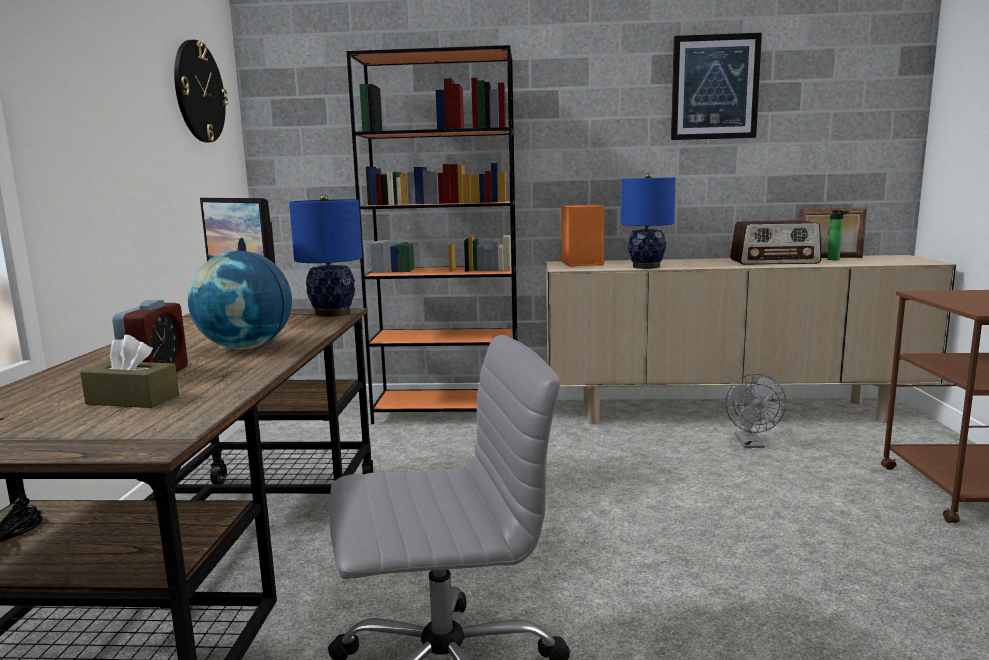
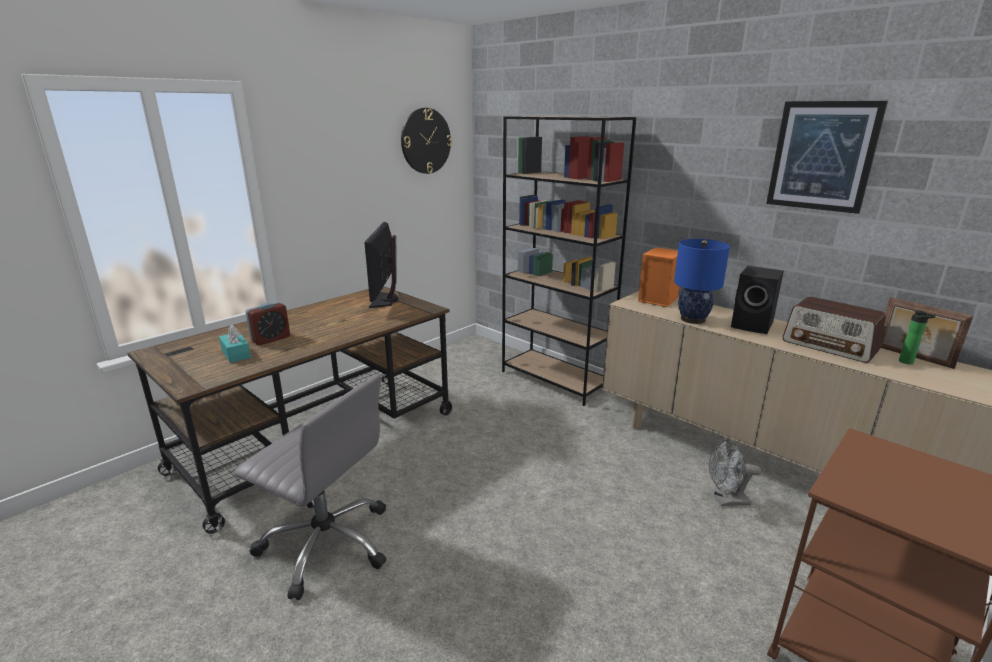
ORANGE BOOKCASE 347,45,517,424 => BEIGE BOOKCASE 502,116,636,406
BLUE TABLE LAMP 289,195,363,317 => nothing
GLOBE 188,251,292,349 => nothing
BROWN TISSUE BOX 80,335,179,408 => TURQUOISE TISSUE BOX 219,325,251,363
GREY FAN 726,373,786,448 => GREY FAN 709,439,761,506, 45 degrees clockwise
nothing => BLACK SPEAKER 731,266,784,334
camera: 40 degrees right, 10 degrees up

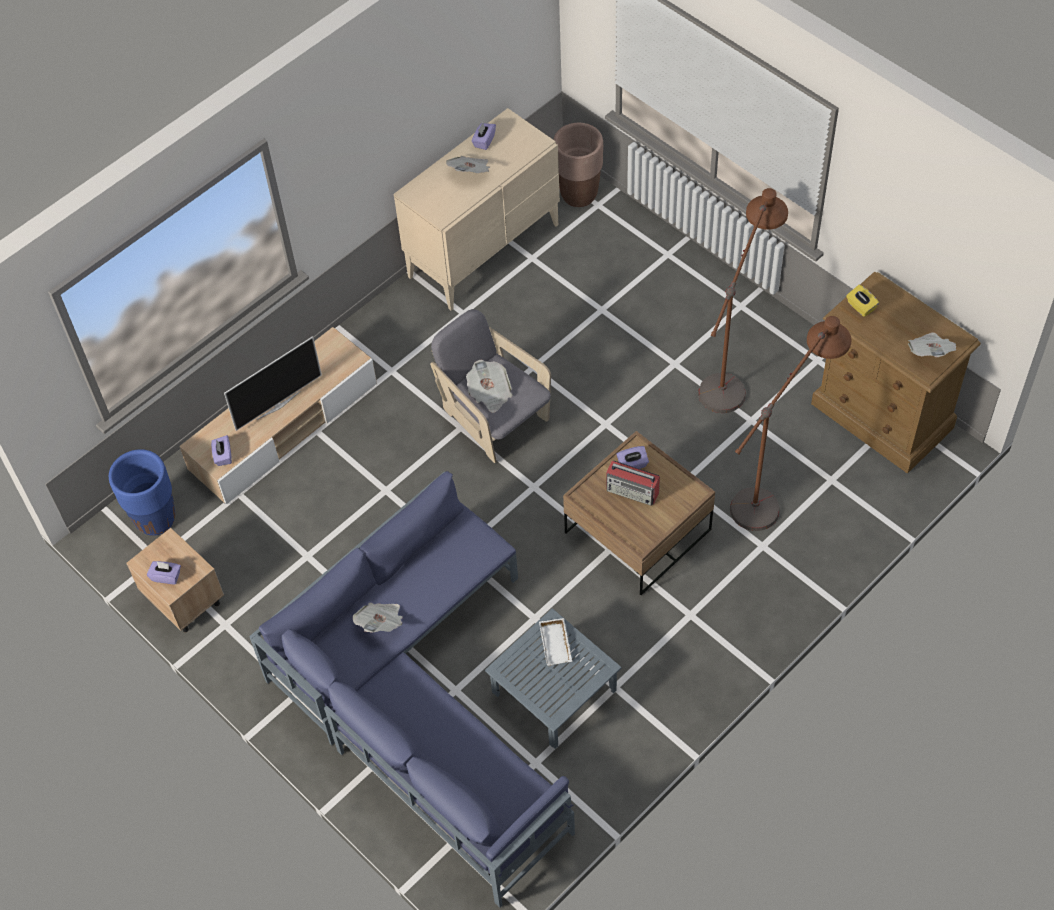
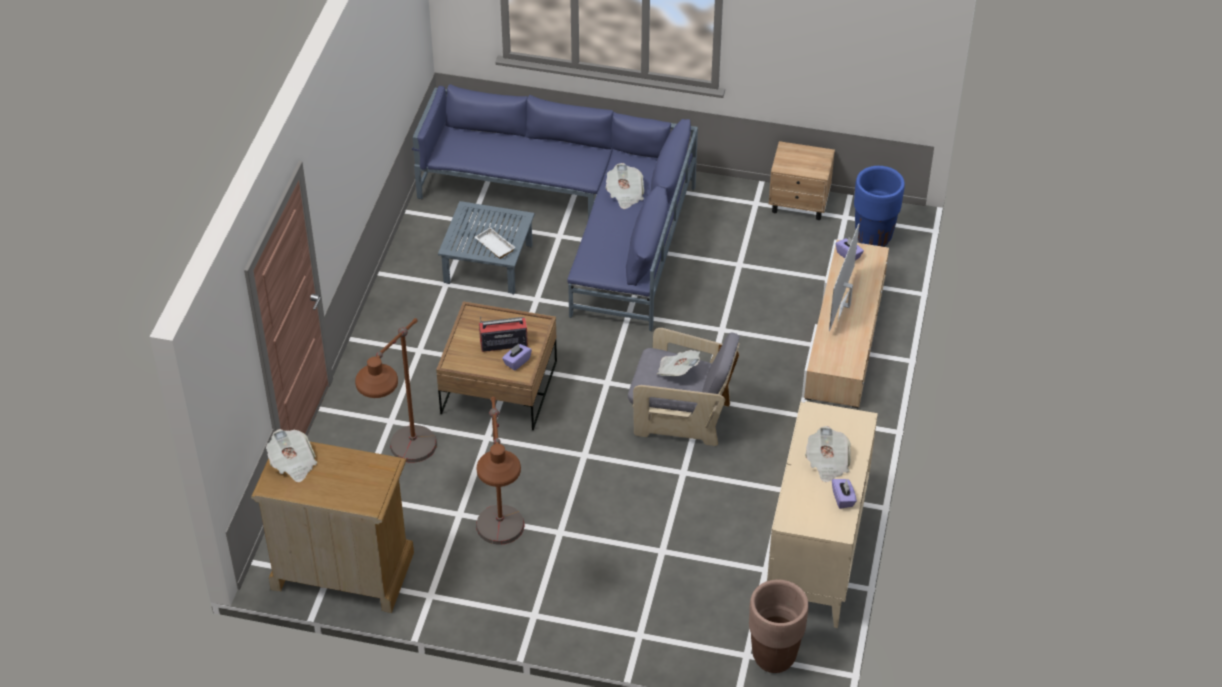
YELLOW TISSUE BOX 846,285,879,317 => nothing
PURPLE TISSUE BOX 147,561,181,584 => nothing
camera: 145 degrees right, 10 degrees down

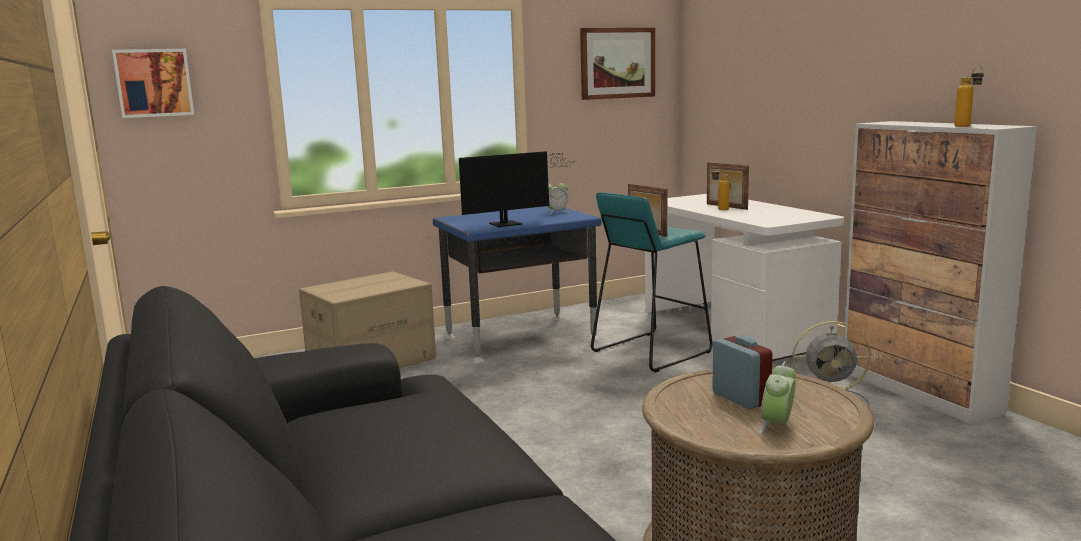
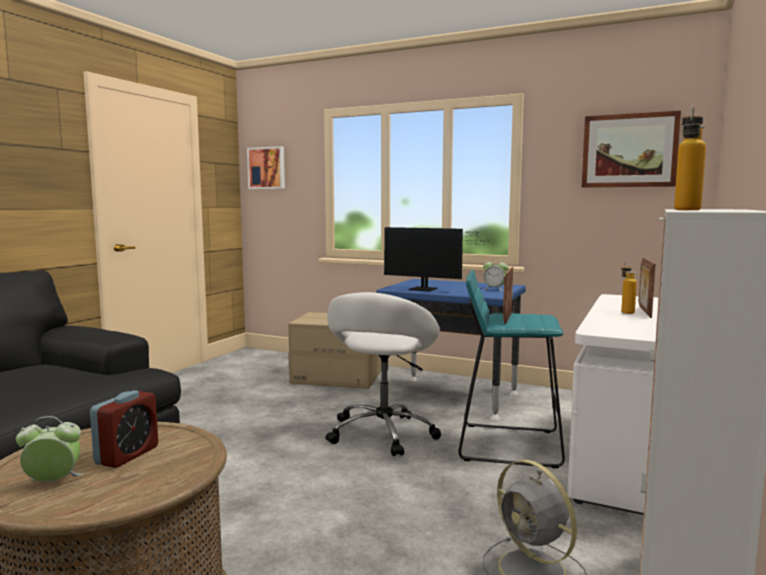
nothing => WHITE OFFICE CHAIR 325,292,441,456
camera: 50 degrees right, 5 degrees down

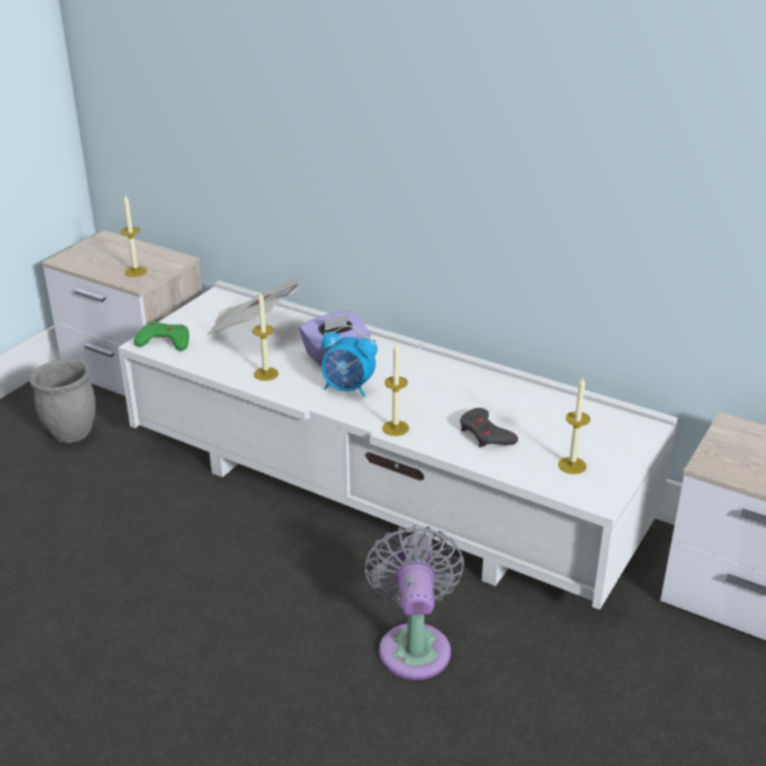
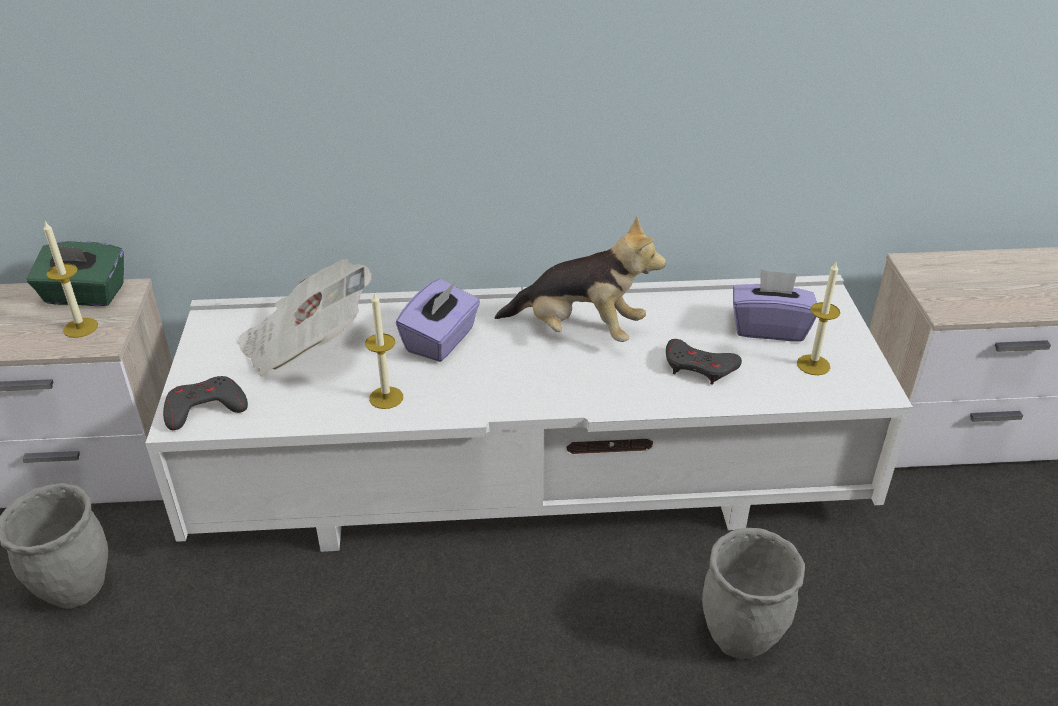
GREEN GAME CONTROLLER 134,321,189,351 => GREY GAME CONTROLLER 163,376,248,430
ALARM CLOCK 321,325,377,397 => nothing
CANDLE 382,341,409,436 => nothing
GREY FAN 365,525,464,680 => GREY PLANTER 702,528,805,659
nothing => PLUSH TOY 495,216,666,342
nothing => GREEN TISSUE BOX 27,241,124,306
nothing => PURPLE TISSUE BOX 733,269,817,342
camera: 35 degrees left, 5 degrees up

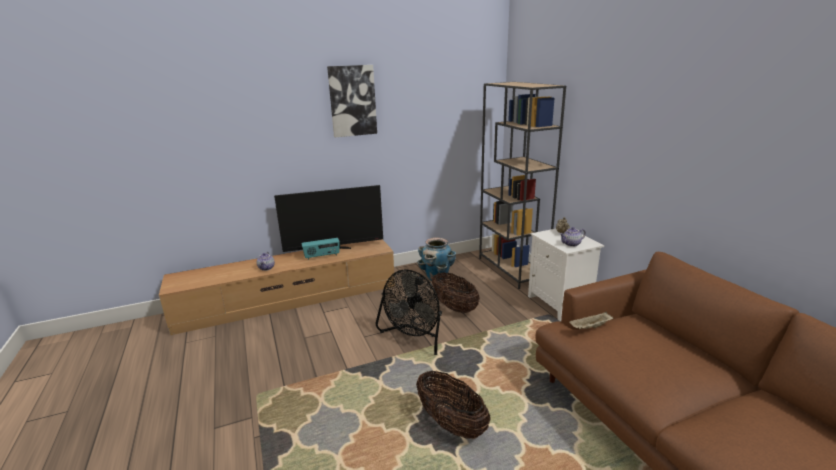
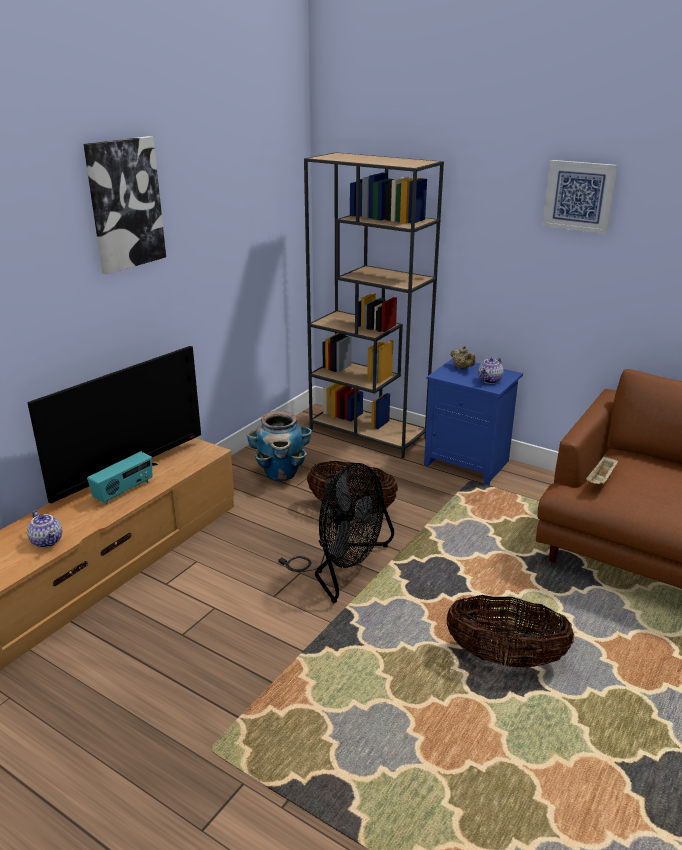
WHITE NIGHTSTAND 528,229,604,321 => BLUE NIGHTSTAND 424,358,523,485
BLACK FAN 376,270,442,355 => BLACK FAN 278,463,394,604, 60 degrees counterclockwise
nothing => PICTURE 543,160,618,234
camera: 35 degrees left, 5 degrees up

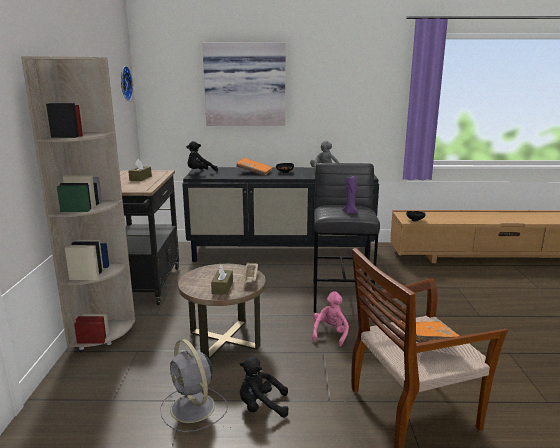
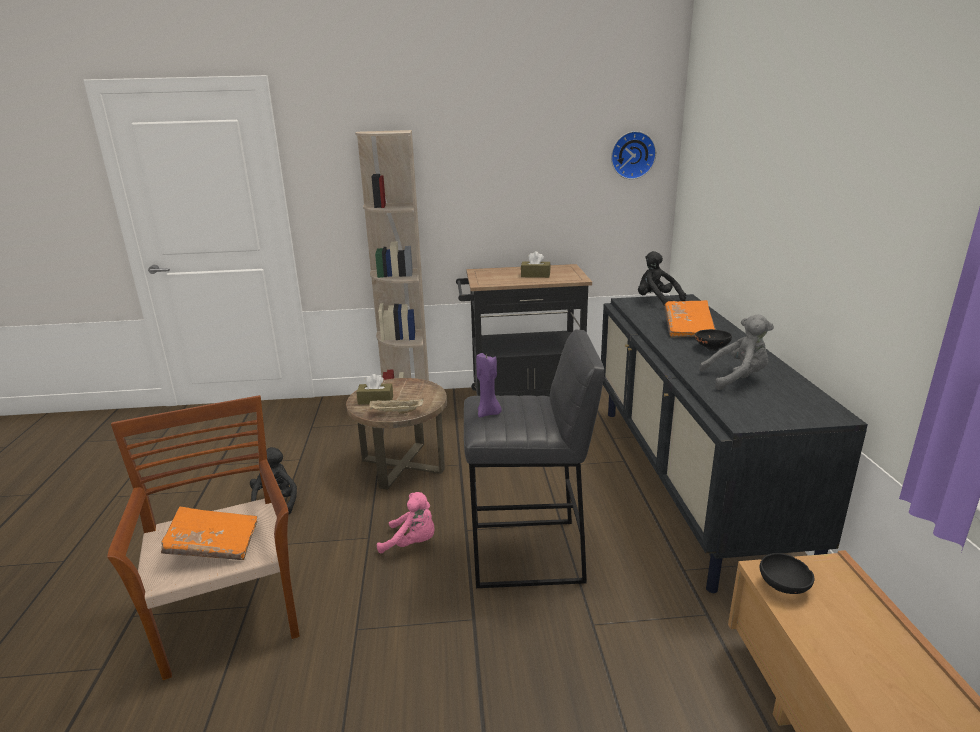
PICTURE 203,43,285,126 => nothing
GREY FAN 160,339,228,432 => nothing
camera: 85 degrees right, 5 degrees up

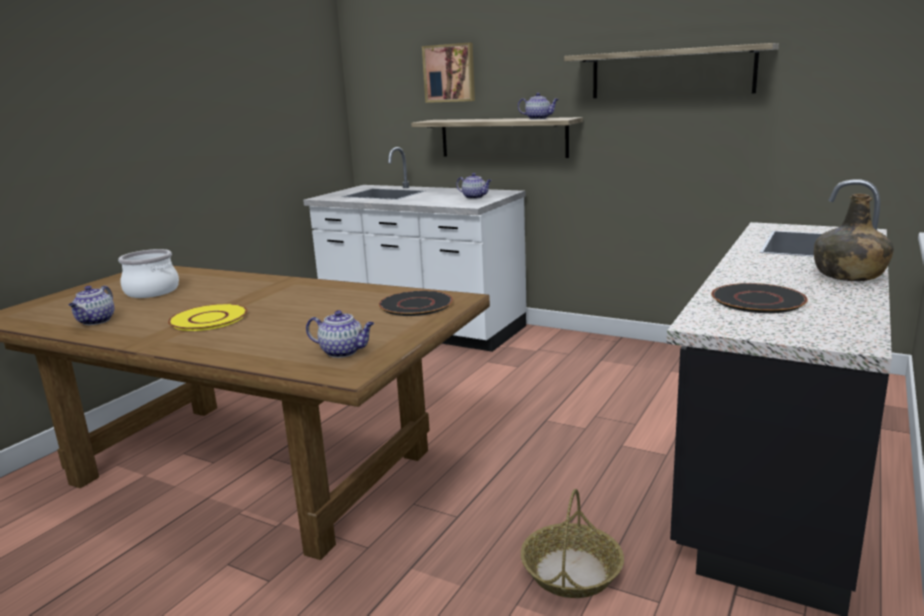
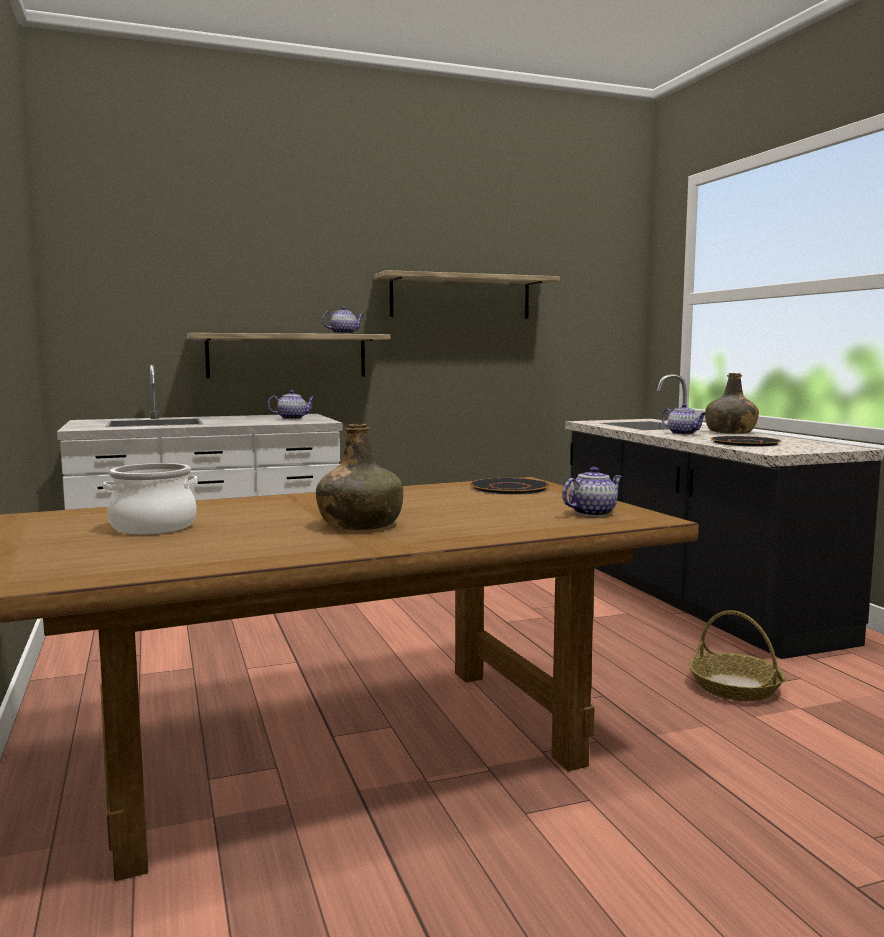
PICTURE 422,43,475,103 => nothing
TEAPOT 68,286,114,325 => TEAPOT 661,404,707,435, moved
YELLOW PLATE 168,304,247,331 => GREEN BOTTLE 316,424,403,530
camera: 50 degrees left, 10 degrees down

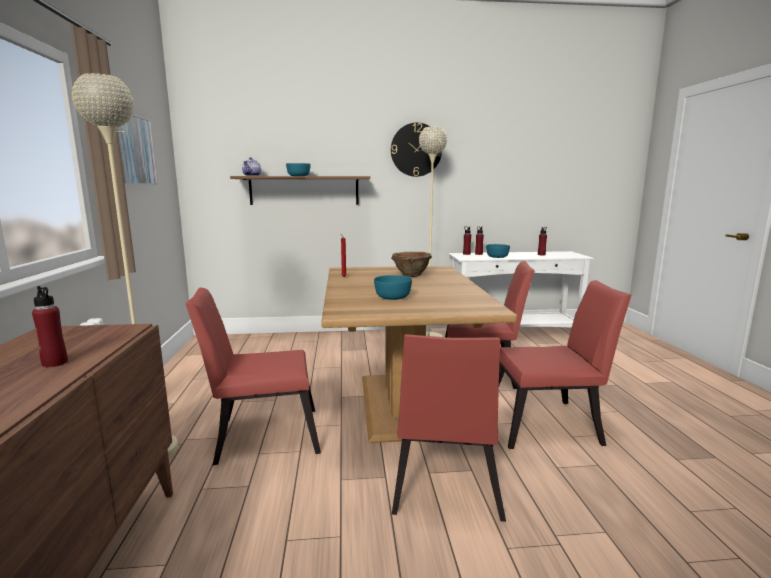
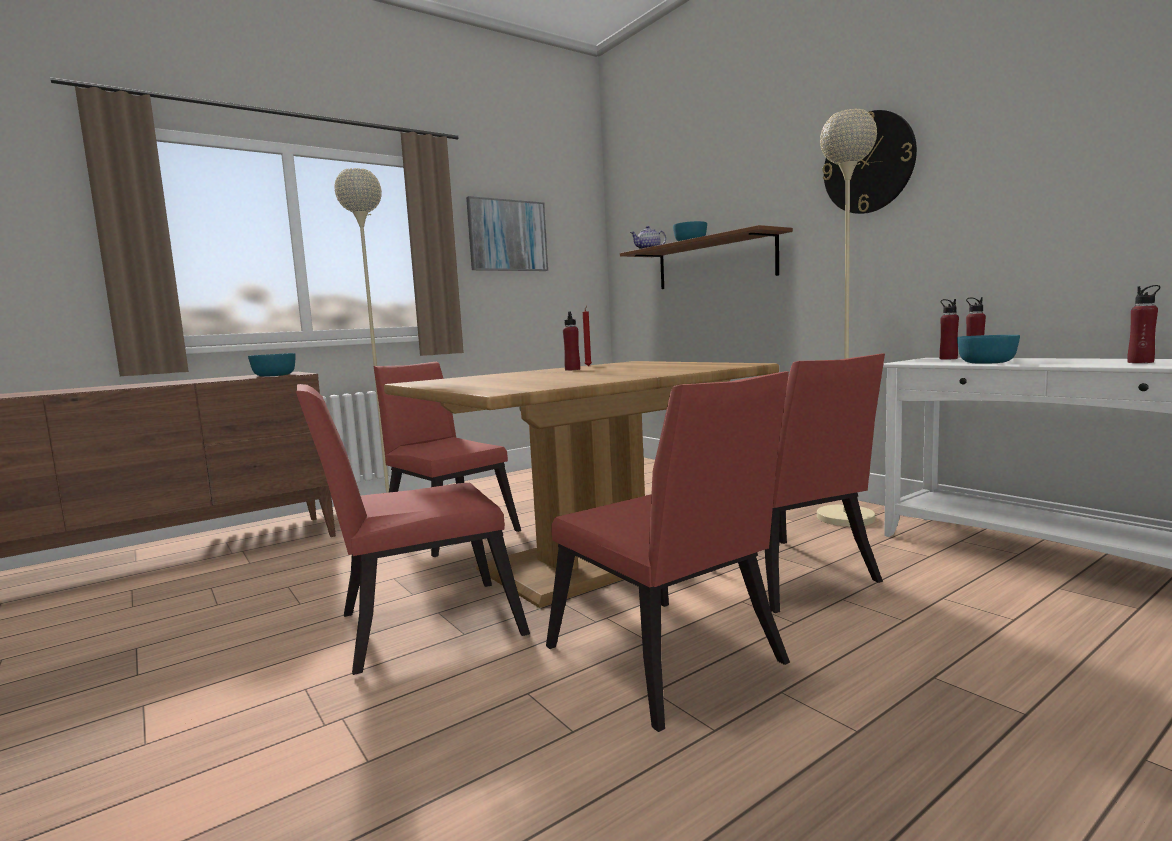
BROWN BOWL 391,252,432,277 => nothing
TURQUOISE BOWL 374,275,412,300 => TURQUOISE BOWL 248,353,296,377, moved
RED BOTTLE 32,286,68,368 => RED BOTTLE 563,311,580,370, moved
camera: 60 degrees right, 5 degrees down

